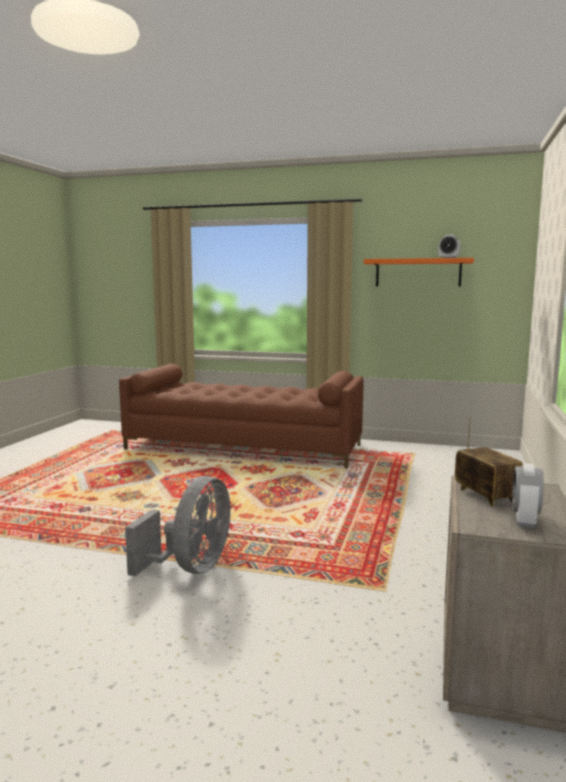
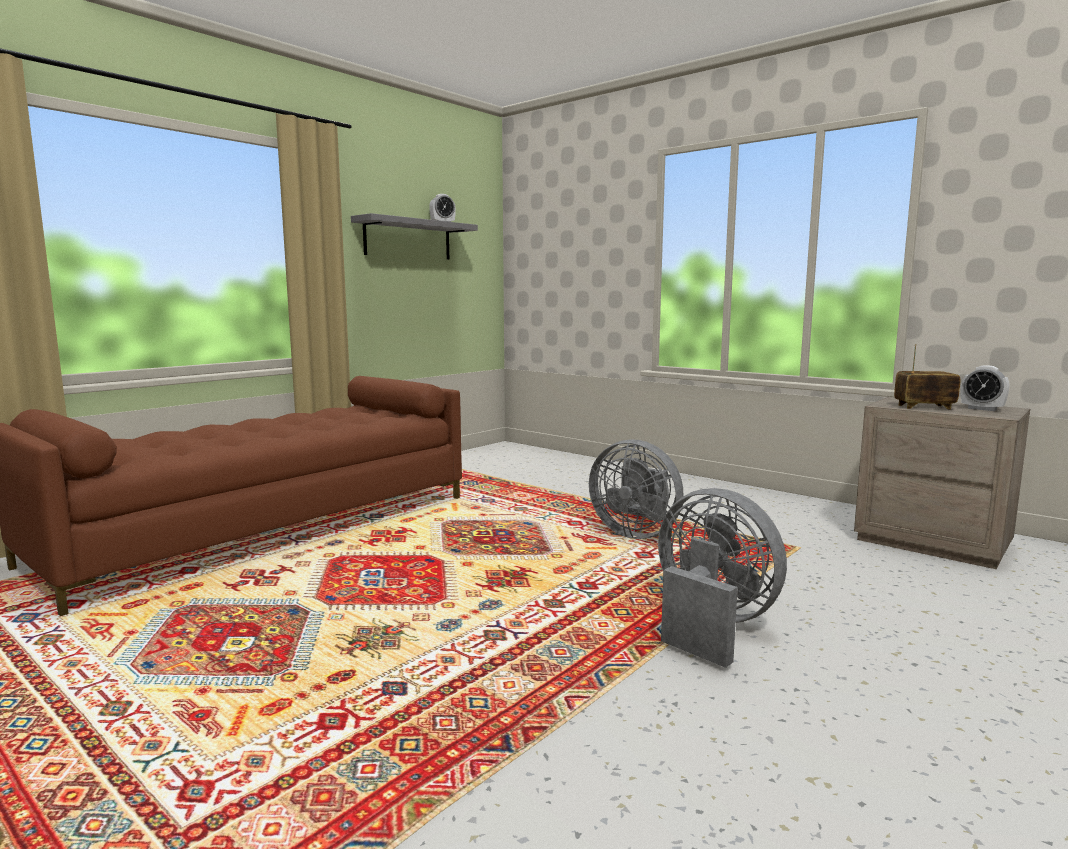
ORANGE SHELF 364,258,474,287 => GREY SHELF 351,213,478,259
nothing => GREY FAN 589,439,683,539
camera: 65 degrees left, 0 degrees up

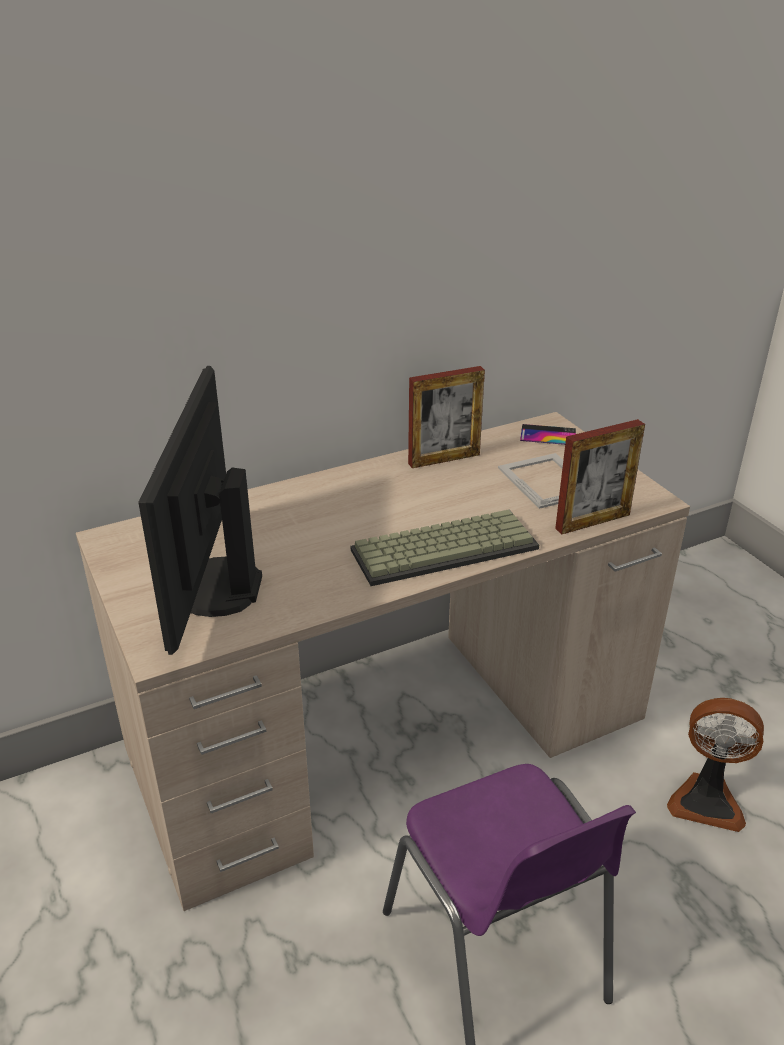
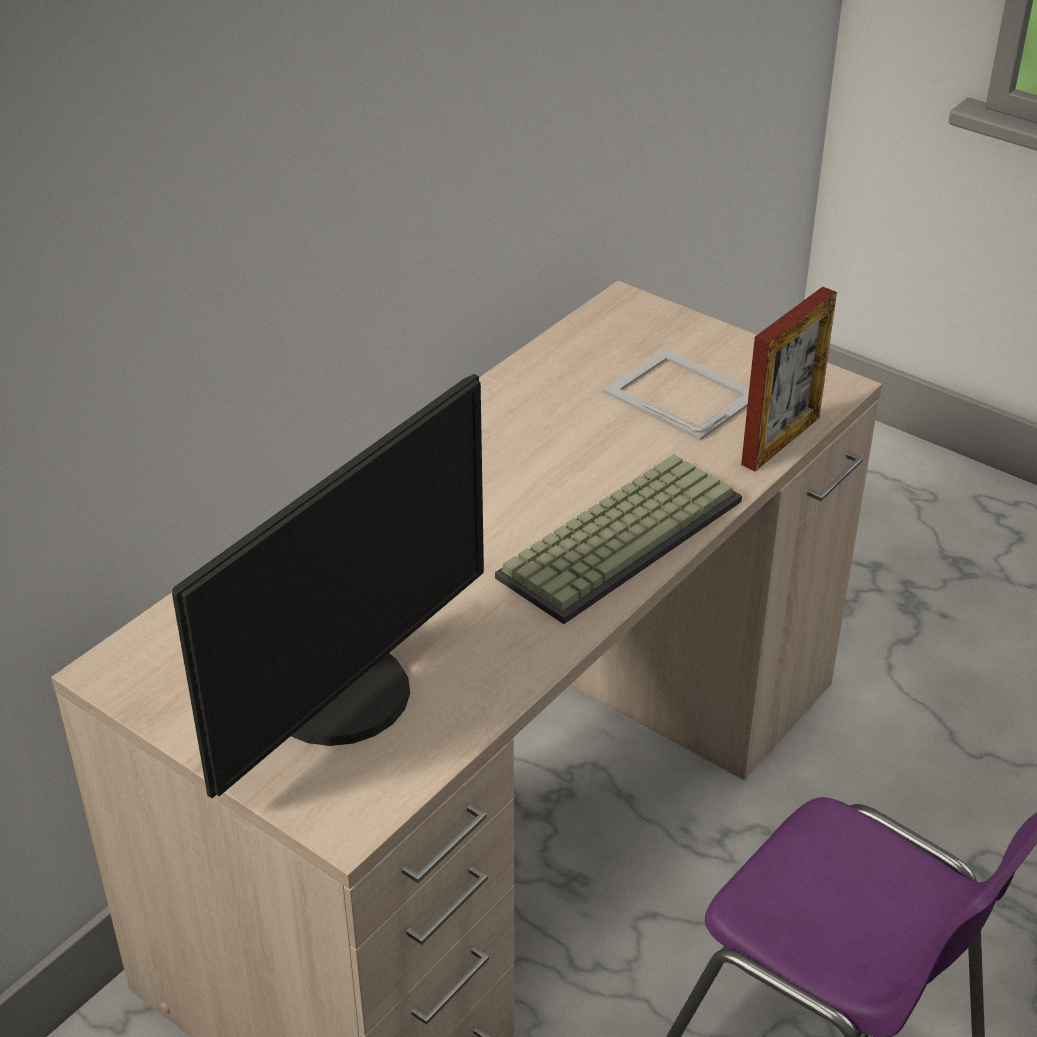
MONITOR 138,366,262,655 => MONITOR 172,374,484,798, 120 degrees counterclockwise
PICTURE FRAME 408,366,485,468 => nothing
PHONE 520,424,576,445 => nothing
FAN 667,698,764,832 => nothing
camera: 25 degrees left, 5 degrees up

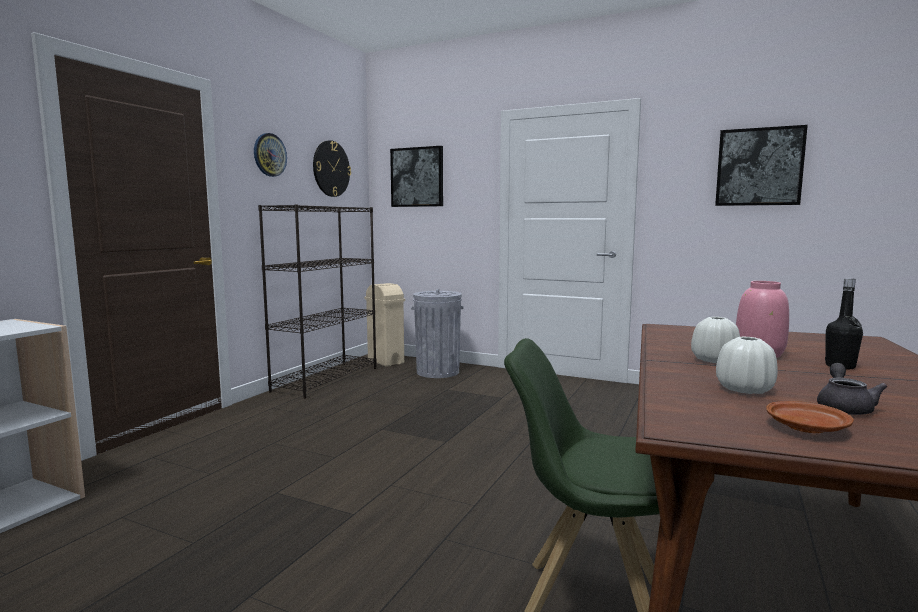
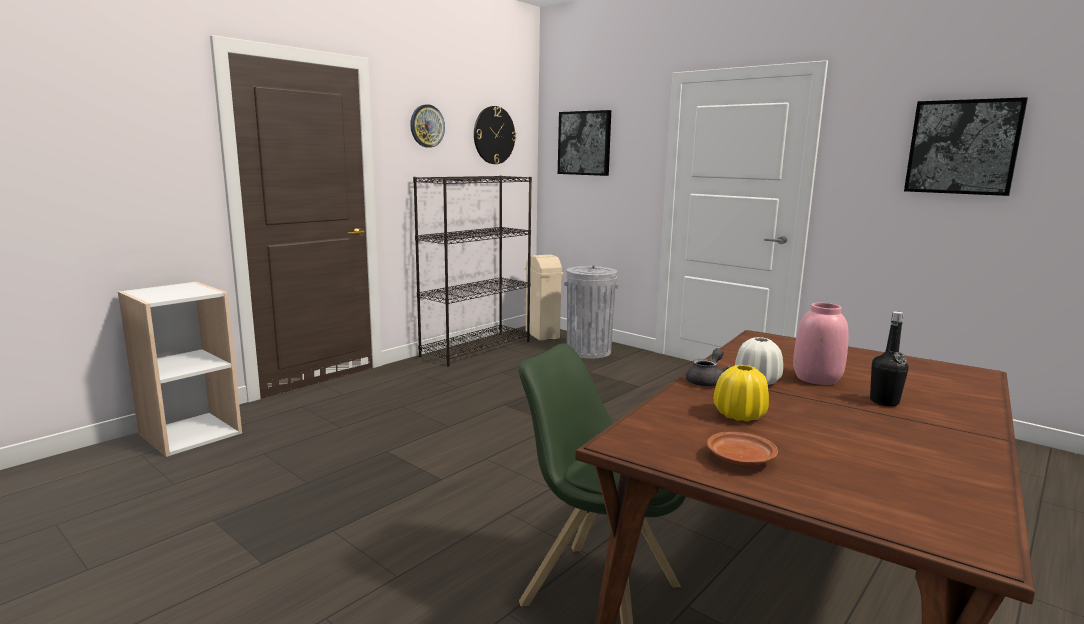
WHITE VASE 716,336,778,394 => YELLOW VASE 714,365,769,422
GREY TEAPOT 817,363,888,415 => GREY TEAPOT 686,348,732,387, moved
camera: 15 degrees right, 5 degrees up

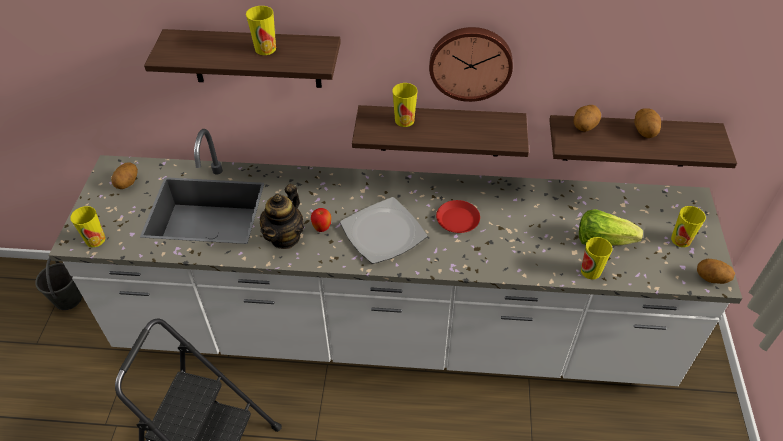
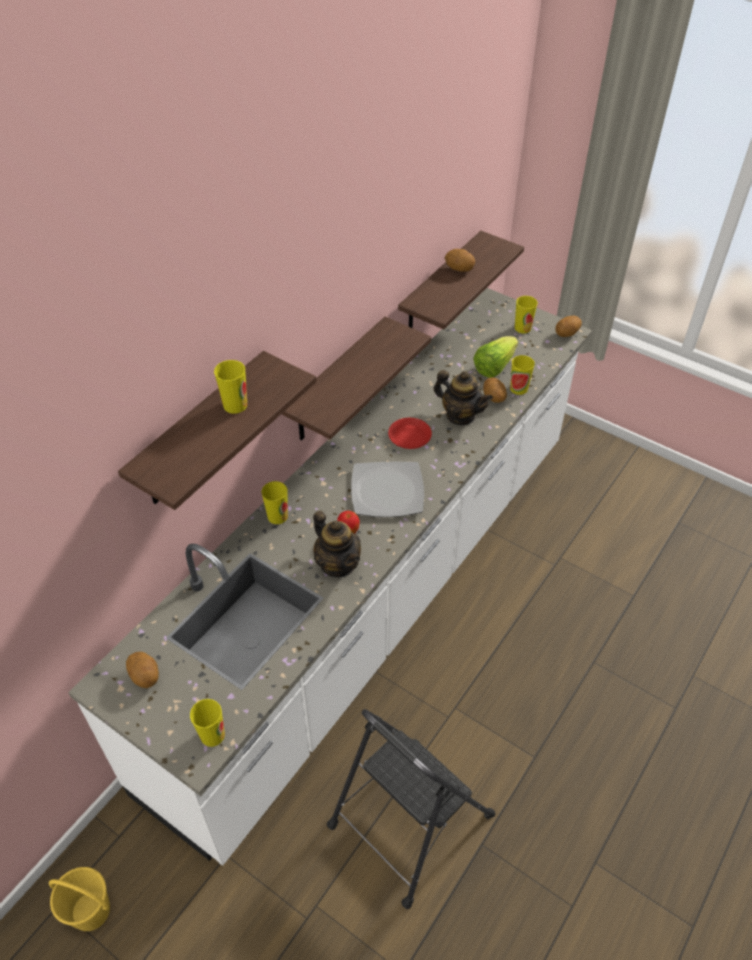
WALL CLOCK 429,27,513,102 => nothing
CUP 392,83,418,127 => CUP 262,481,288,524, moved
POTATO 573,105,601,132 => POTATO 483,377,507,403, moved
GREY BUCKET 35,257,82,310 => YELLOW BUCKET 49,867,110,931
nothing => TEAPOT 433,370,493,425
camera: 60 degrees left, 0 degrees up

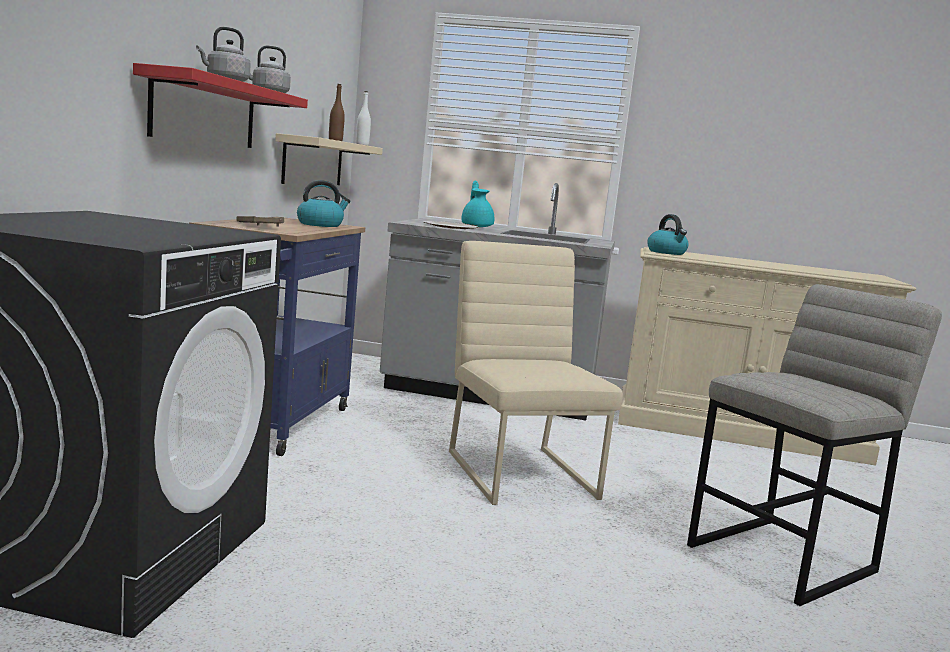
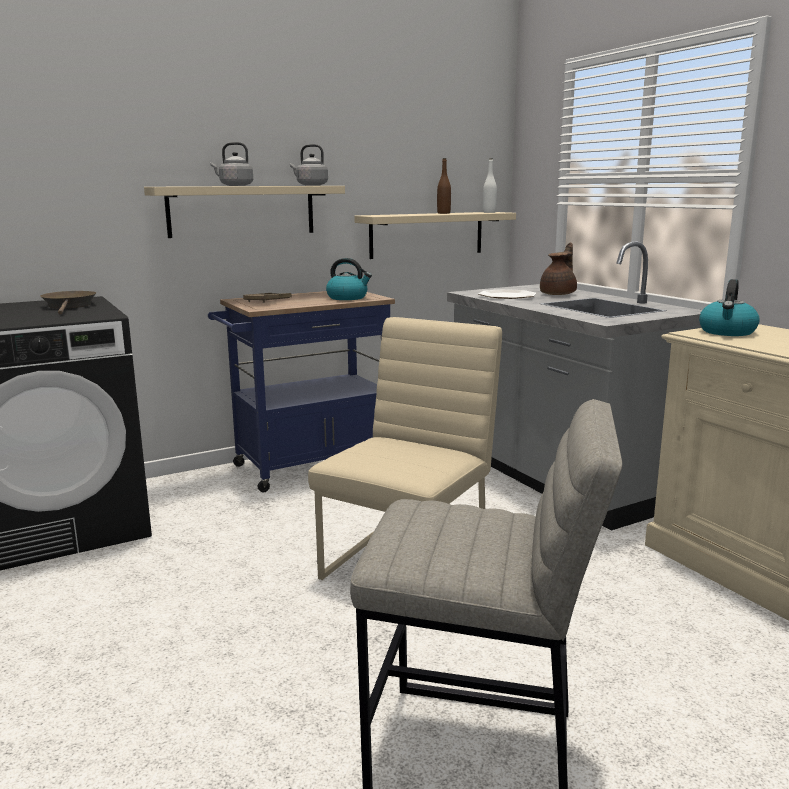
RED SHELF 133,63,308,148 => BEIGE SHELF 144,186,345,238
TURQUOISE TEAPOT 461,180,494,227 => BROWN TEAPOT 540,242,577,295
nothing => BROWN FRYING PAN 40,291,96,315
camera: 50 degrees right, 5 degrees up

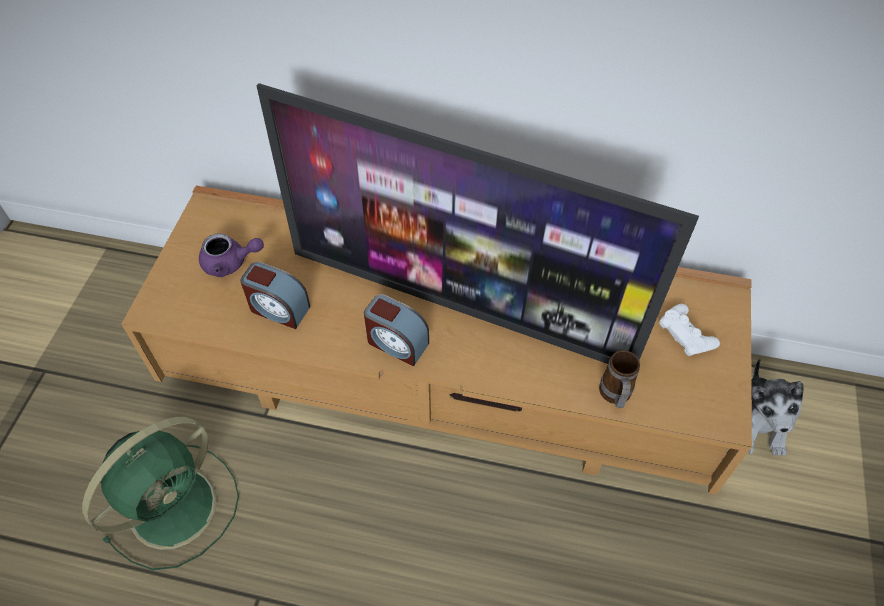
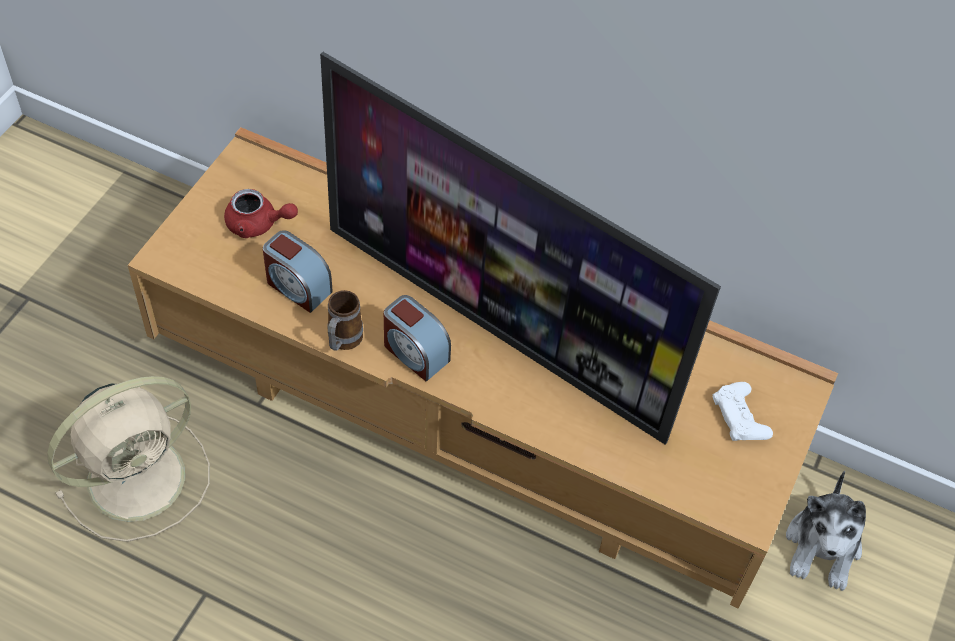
PURPLE TEAPOT 199,233,264,277 => RED TEAPOT 224,189,298,238
MUG 599,350,640,408 => MUG 327,290,363,351, moved
GREEN FAN 82,417,239,570 => BEIGE FAN 47,376,210,542
camera: 10 degrees right, 0 degrees up

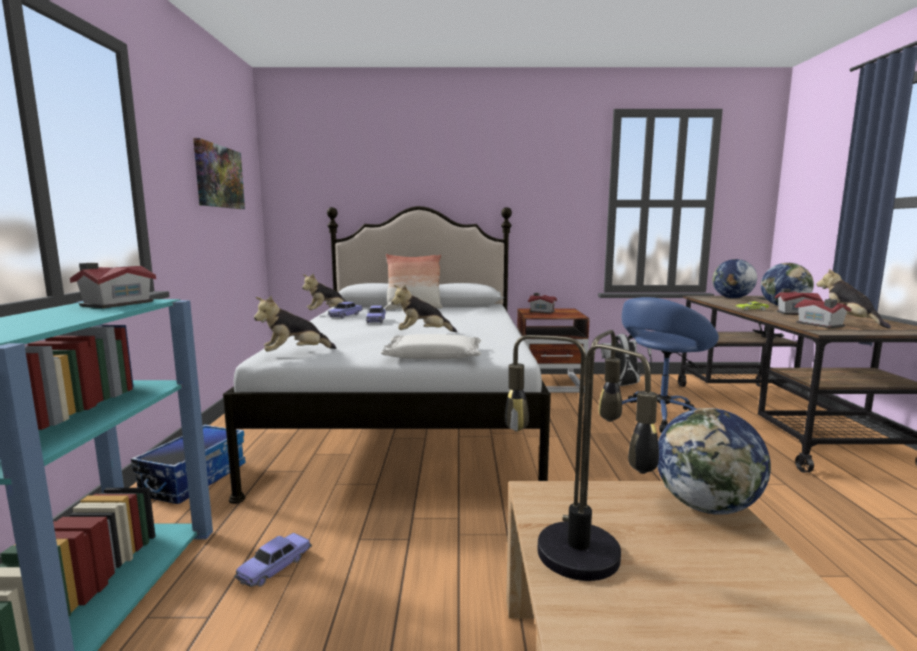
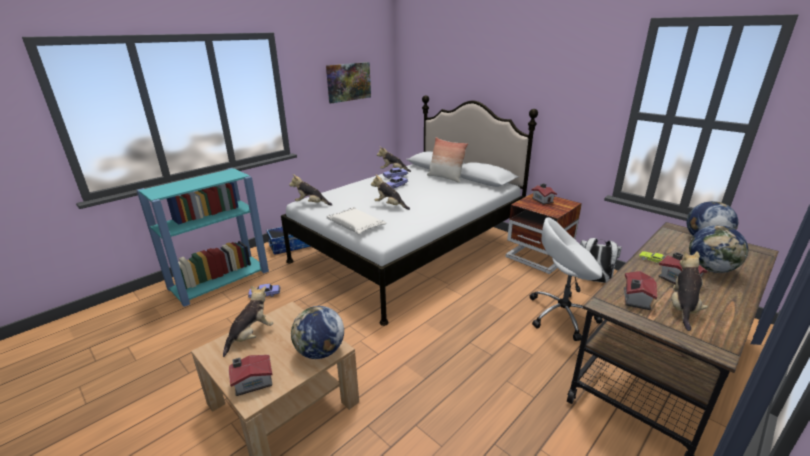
TOY HOUSE 70,263,156,309 => TOY HOUSE 229,355,273,396, moved
BLUE OFFICE CHAIR 622,297,719,433 => WHITE OFFICE CHAIR 530,217,603,341
TABLE LAMP 505,330,659,581 => PLUSH TOY 223,286,273,357
camera: 45 degrees right, 15 degrees up

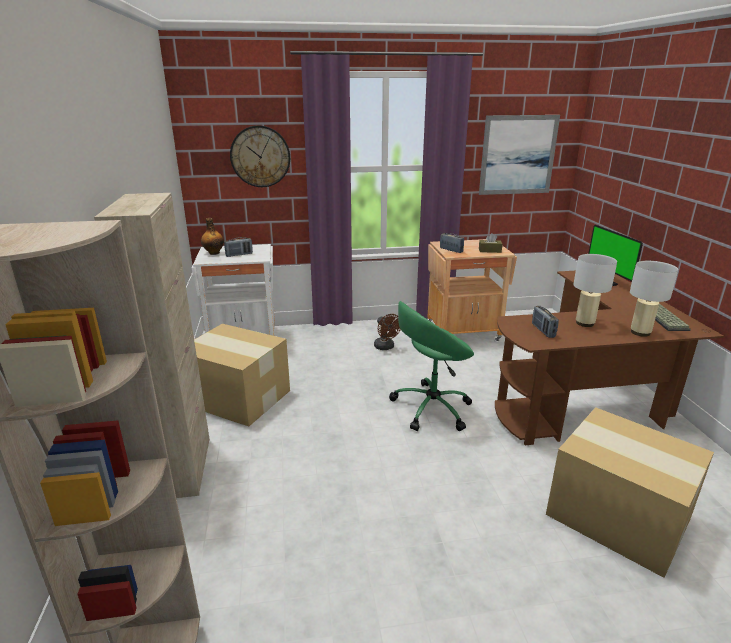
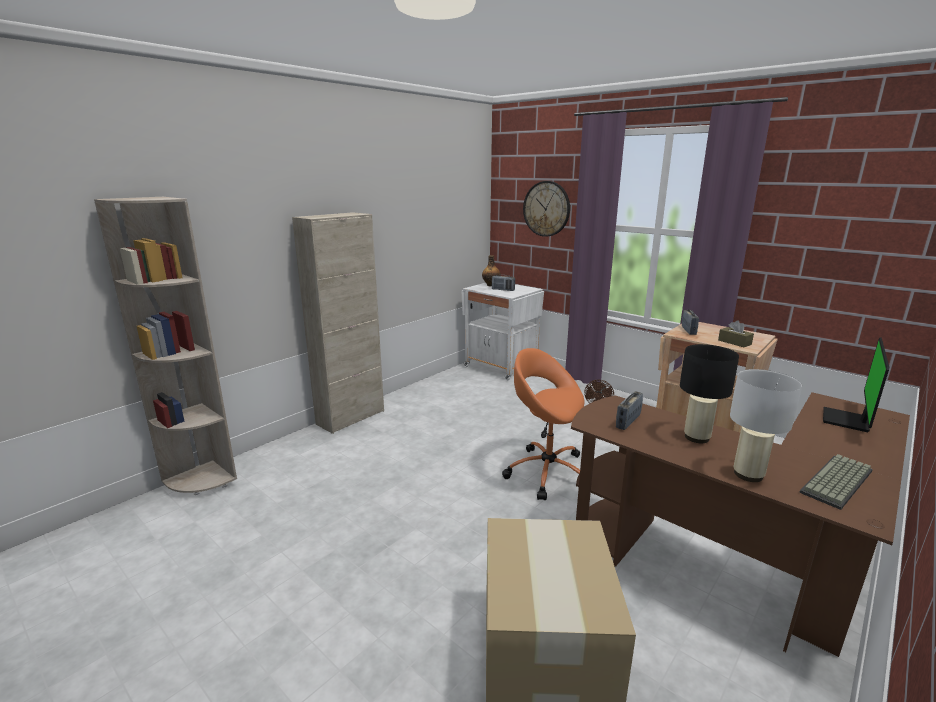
PICTURE 479,115,560,195 => nothing
WHITE TABLE LAMP 574,254,617,327 => BLACK TABLE LAMP 680,344,739,443
GREEN OFFICE CHAIR 389,301,474,431 => ORANGE OFFICE CHAIR 502,348,585,500
CARDBOARD BOX 194,324,290,426 => nothing
camera: 50 degrees right, 5 degrees down

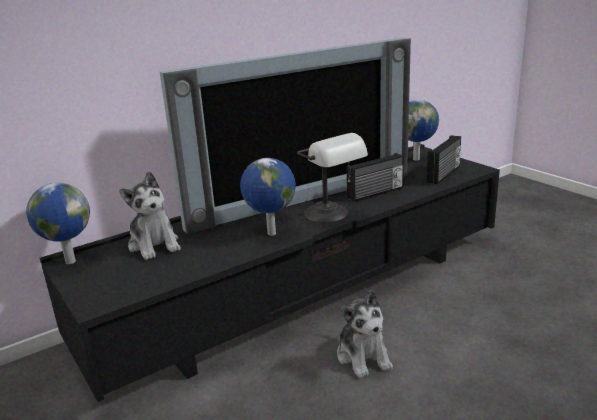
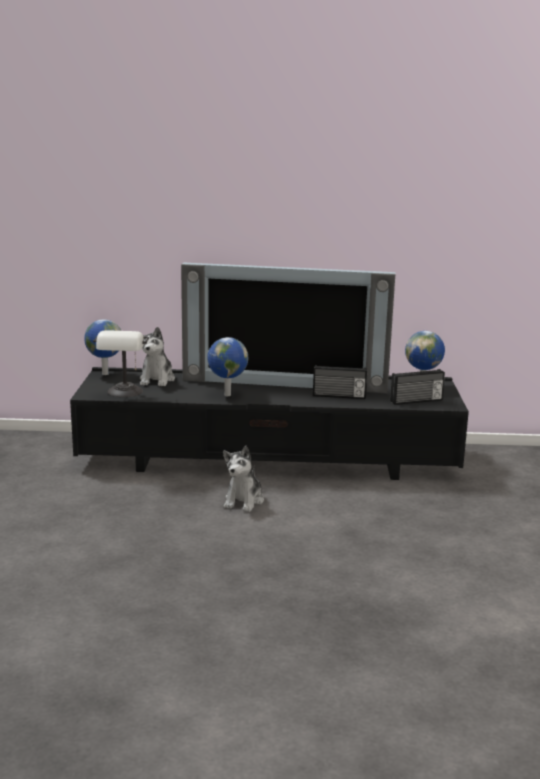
TABLE LAMP 297,133,368,222 => TABLE LAMP 93,331,149,397, moved
camera: 35 degrees right, 5 degrees down

